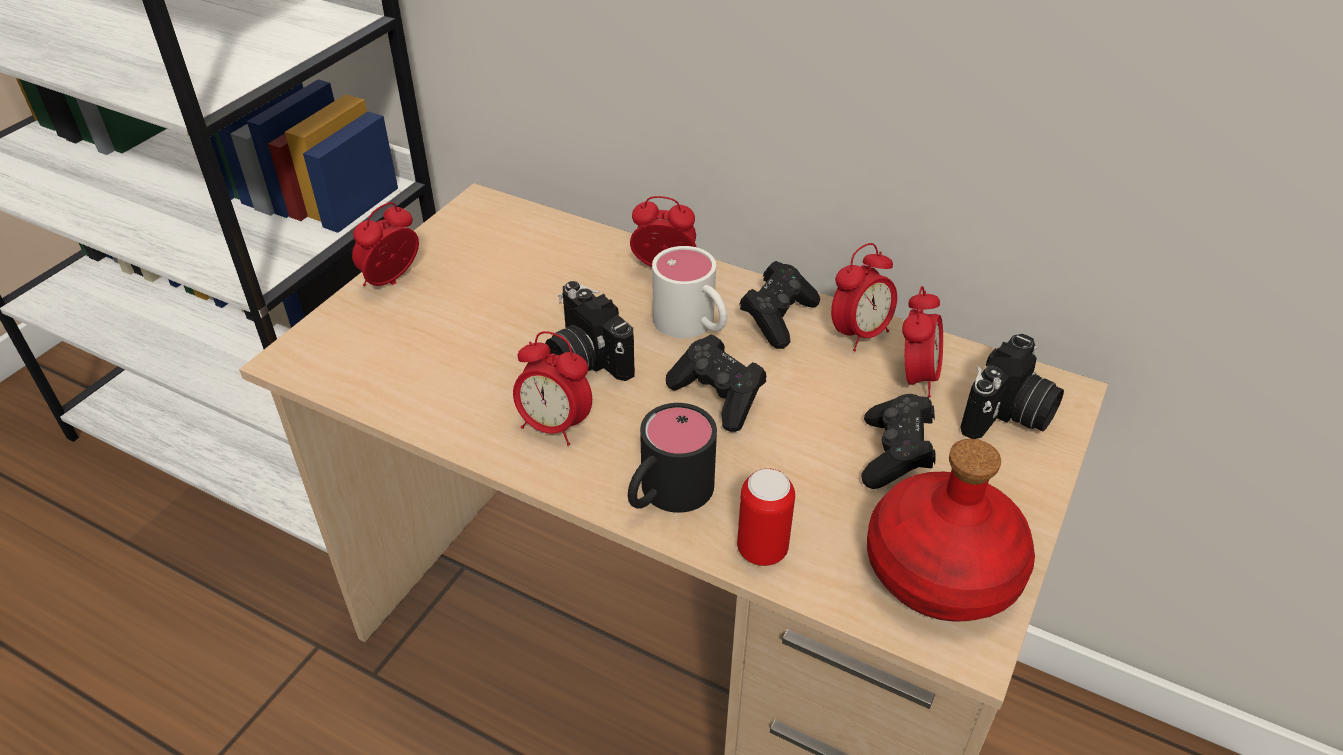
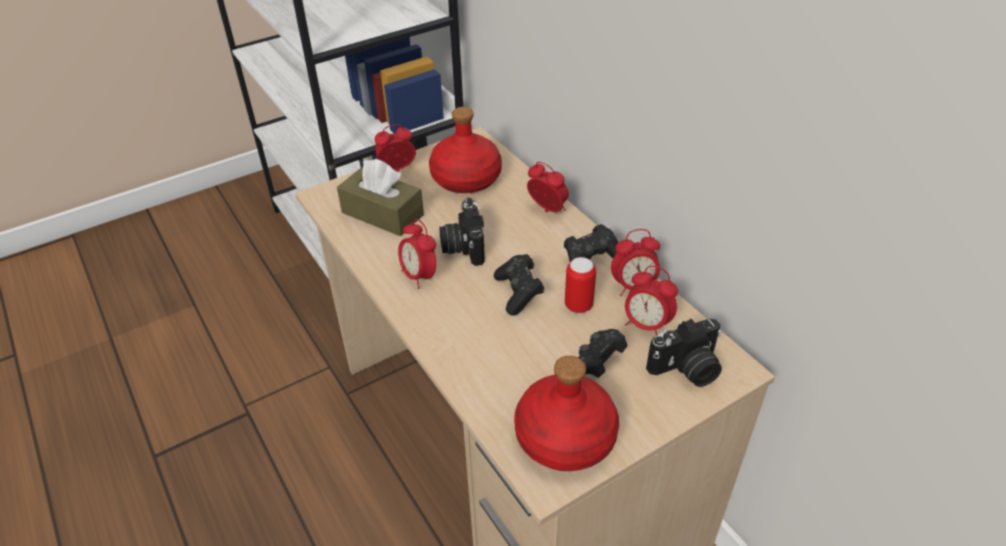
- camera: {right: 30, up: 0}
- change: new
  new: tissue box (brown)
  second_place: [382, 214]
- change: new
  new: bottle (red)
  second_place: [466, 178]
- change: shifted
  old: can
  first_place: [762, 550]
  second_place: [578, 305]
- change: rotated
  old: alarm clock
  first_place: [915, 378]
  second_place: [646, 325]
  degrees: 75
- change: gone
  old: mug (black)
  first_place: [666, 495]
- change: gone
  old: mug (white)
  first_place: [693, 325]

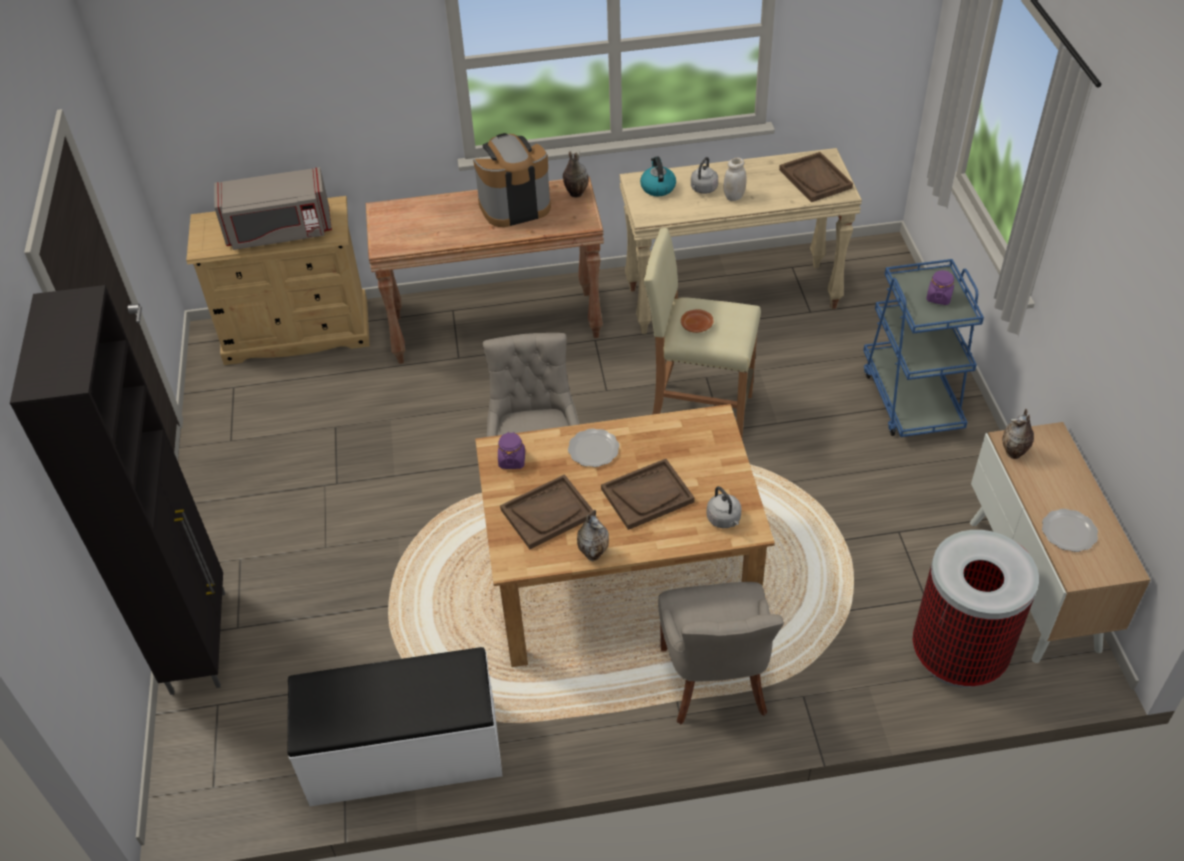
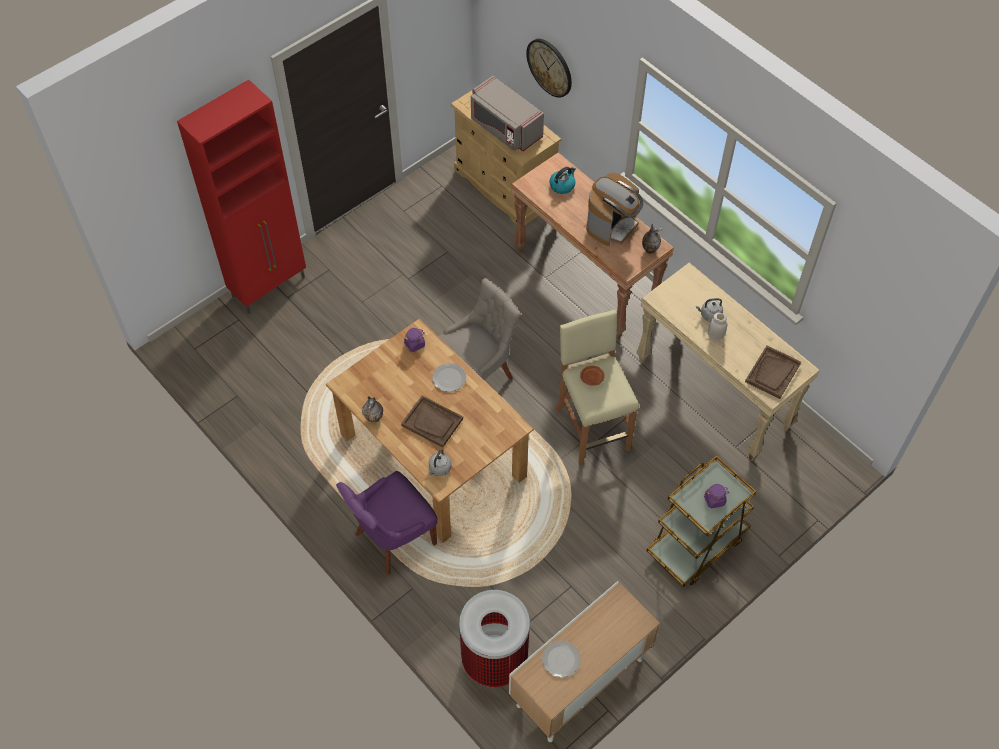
- camera: {right: 55, up: 10}
- change: repainted
  old: cabinet (black)
  new: cabinet (red)
  first_place: [199, 640]
  second_place: [269, 286]
- change: repainted
  old: chair (grey)
  new: chair (purple)
  first_place: [715, 683]
  second_place: [393, 539]
- change: new
  new: wall clock
  second_place: [550, 67]
- change: shifted
  old: kettle
  first_place: [657, 187]
  second_place: [562, 185]
- change: rotated
  old: coffee machine
  first_place: [514, 206]
  second_place: [612, 225]
  degrees: 90
- change: repainted
  old: cart (blue)
  new: cart (brown)
  first_place: [911, 398]
  second_place: [696, 544]
- change: gone
  old: bench (white)
  first_place: [404, 754]
- change: gone
  old: tray (brown)
  first_place: [547, 513]
- change: gone
  old: vase
  first_place: [1014, 453]

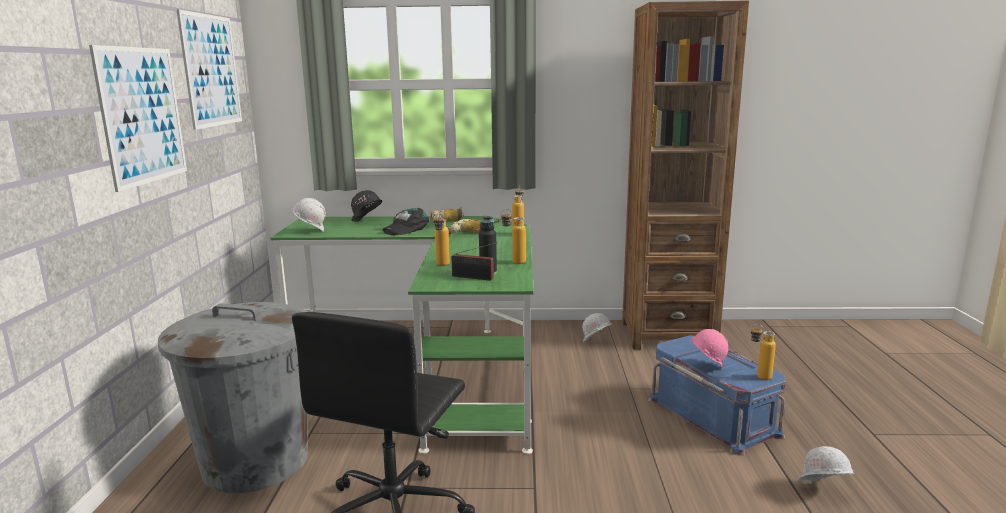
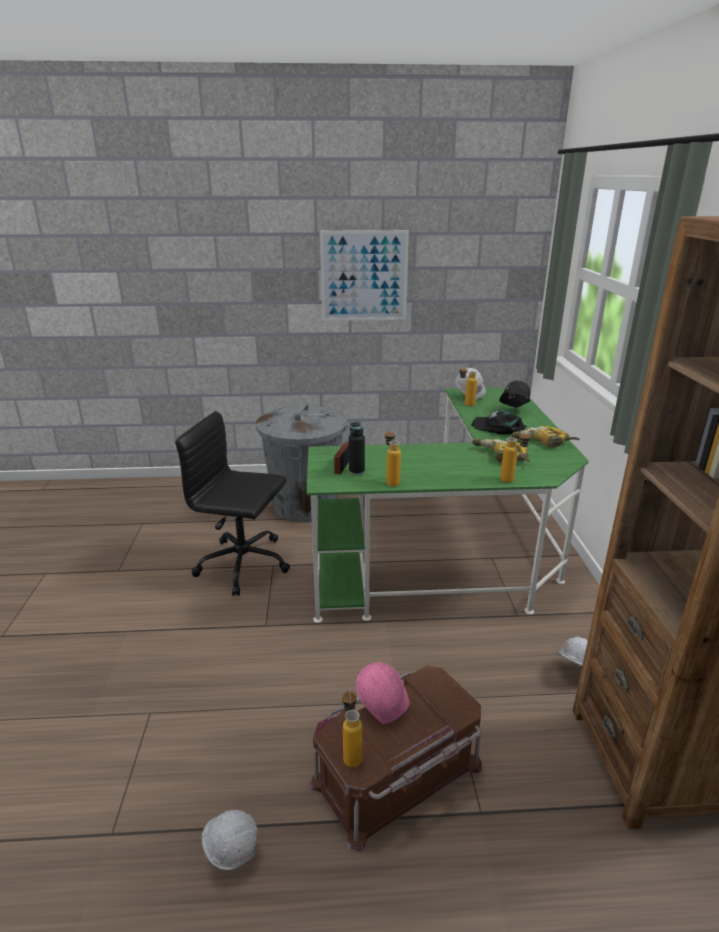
- camera: {right: 85, up: 10}
- change: repainted
  old: storage box (blue)
  new: storage box (brown)
  first_place: [714, 415]
  second_place: [398, 776]
- change: shifted
  old: bottle
  first_place: [441, 265]
  second_place: [465, 404]
- change: gone
  old: picture
  first_place: [211, 70]

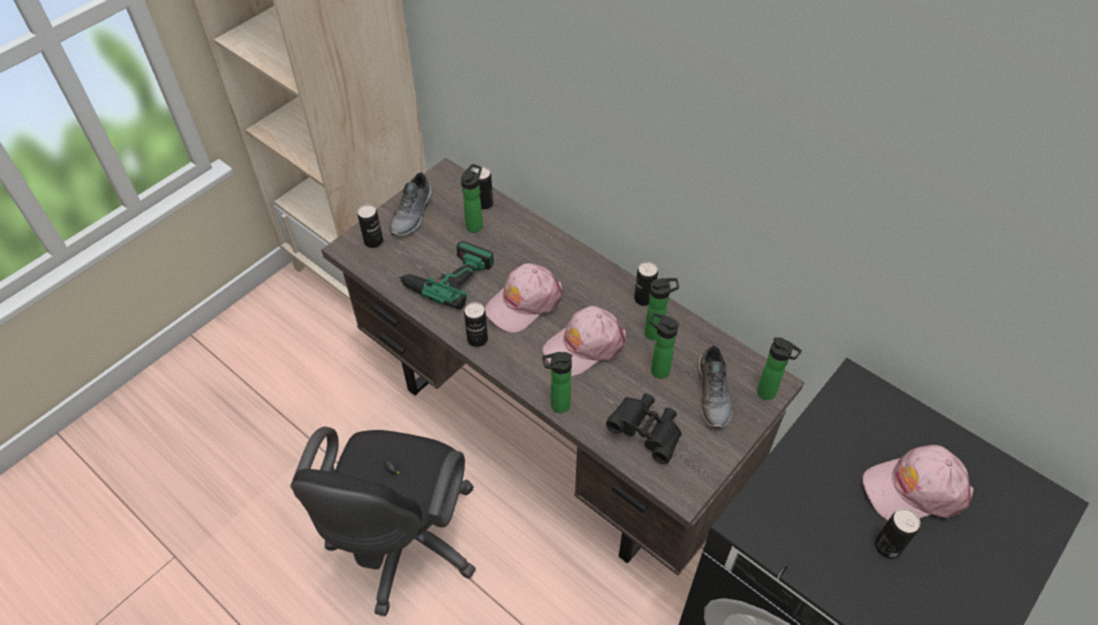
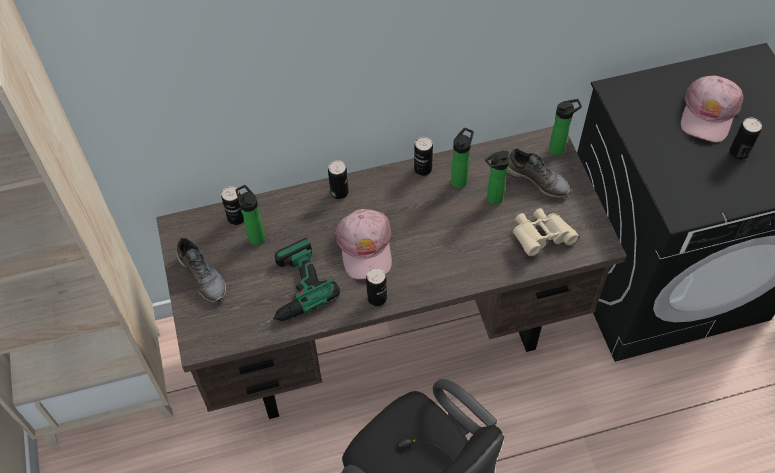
- camera: {right: -55, up: 5}
- change: shifted
  old: can
  first_place: [373, 241]
  second_place: [339, 192]
- change: repainted
  old: binoculars (black)
  new: binoculars (beige)
  first_place: [646, 432]
  second_place: [540, 237]
- change: gone
  old: cap (pink)
  first_place: [584, 346]
- change: gone
  old: bottle
  first_place: [557, 405]

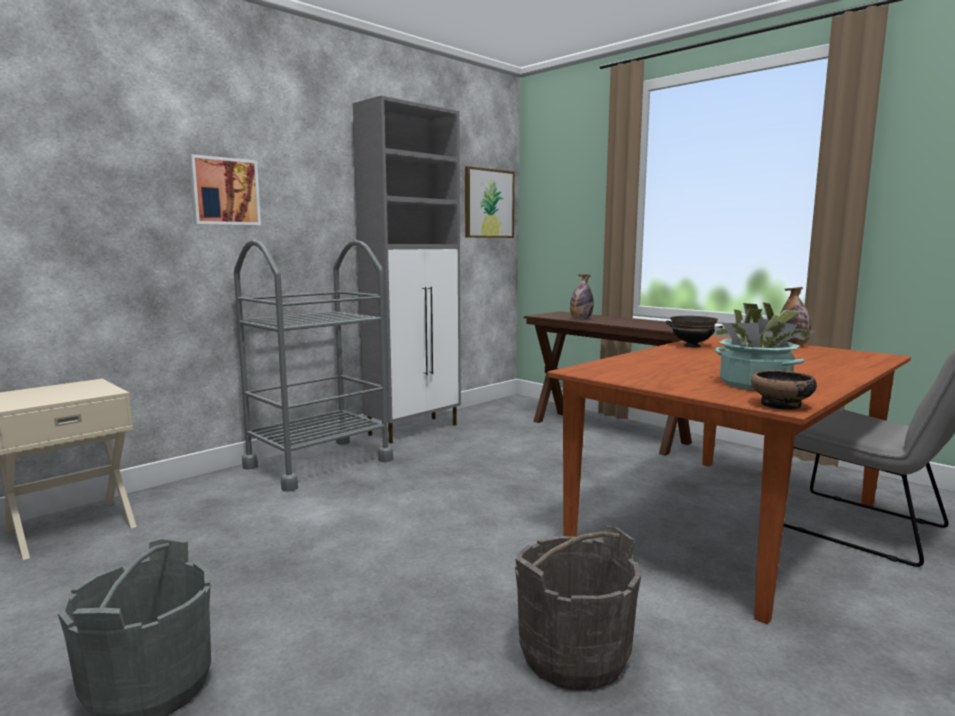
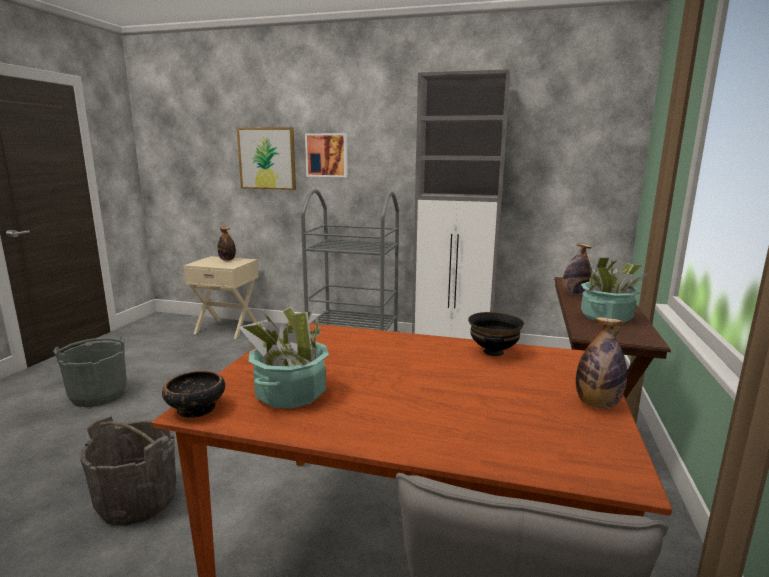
- camera: {right: 60, up: 5}
- change: new
  new: bottle
  second_place: [227, 260]
- change: shifted
  old: picture
  first_place: [488, 203]
  second_place: [267, 158]
- change: new
  new: potted plant
  second_place: [606, 317]

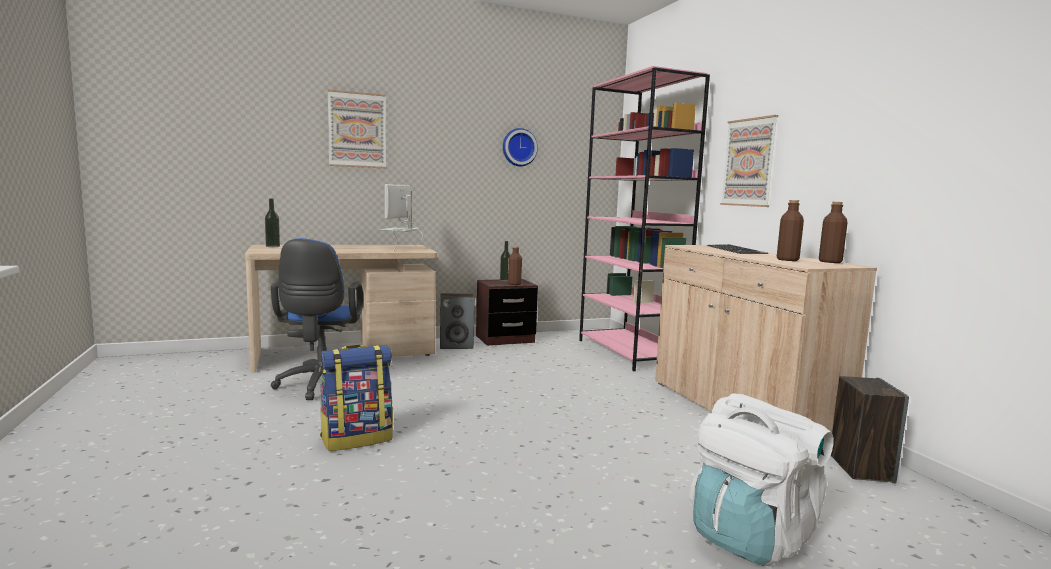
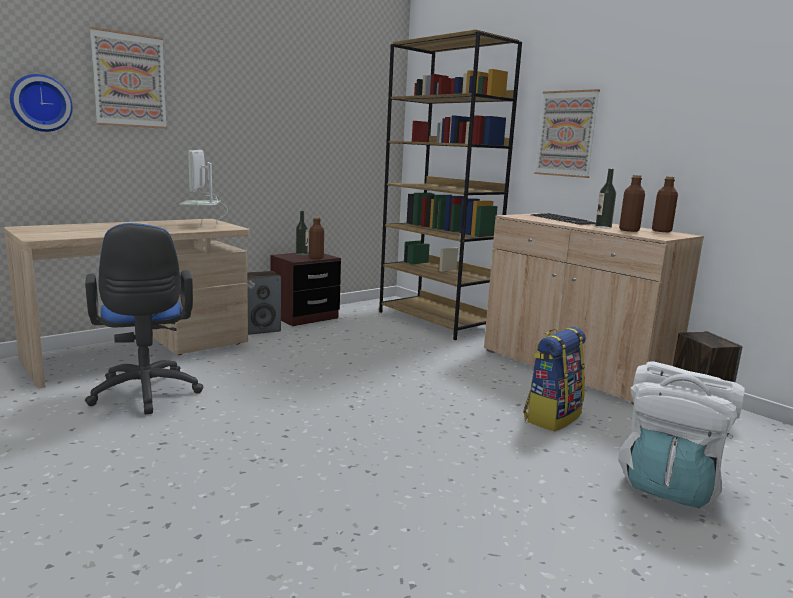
- camera: {right: -20, up: 5}
- change: shifted
  old: wall clock
  first_place: [519, 147]
  second_place: [40, 103]
- change: repainted
  old: bookcase (pink)
  new: bookcase (brown)
  first_place: [629, 352]
  second_place: [436, 321]
- change: shifted
  old: backpack
  first_place: [357, 438]
  second_place: [551, 417]
- change: shifted
  old: bottle
  first_place: [272, 246]
  second_place: [603, 227]

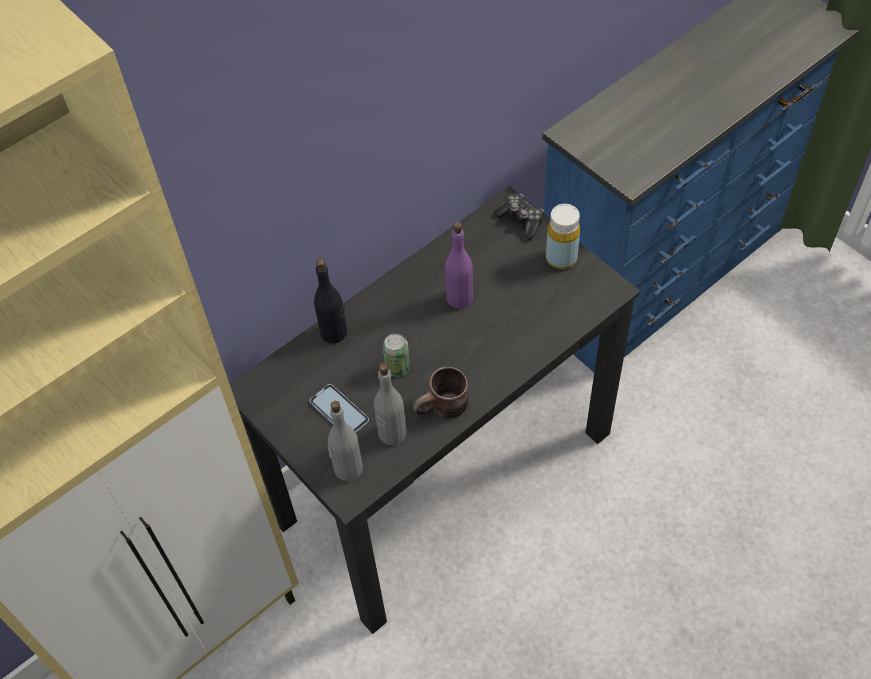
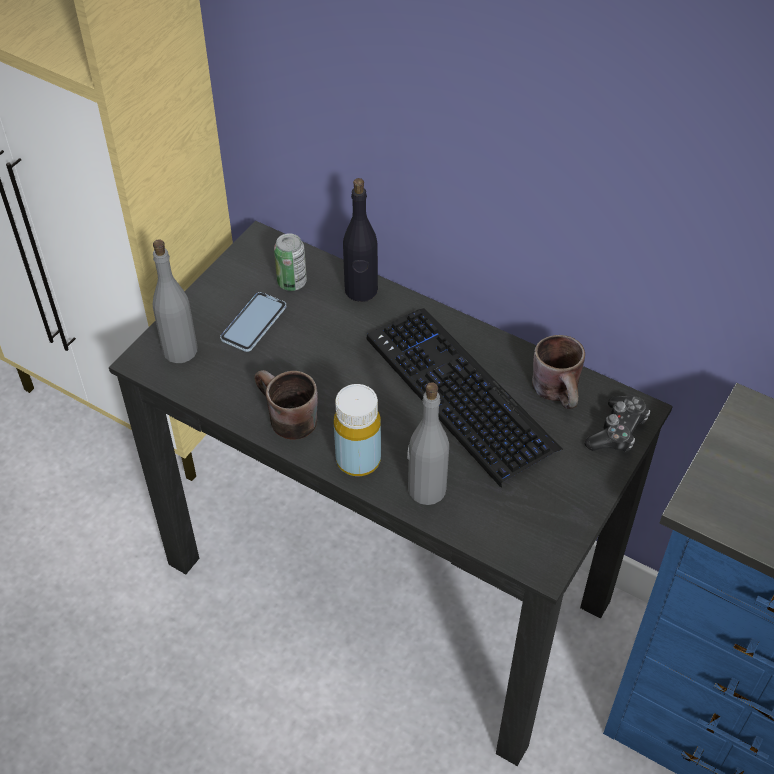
- camera: {right: 70, up: -5}
- change: shifted
  old: can
  first_place: [397, 367]
  second_place: [292, 282]
- change: shifted
  old: bottle (yellow)
  first_place: [561, 258]
  second_place: [358, 460]
- change: swapped
  old: bottle (purple)
  new: keyboard
  first_place: [459, 297]
  second_place: [459, 394]
- change: shifted
  old: bottle (grey)
  first_place: [392, 433]
  second_place: [426, 489]
- change: new
  new: mug (brown)
  second_place: [561, 392]

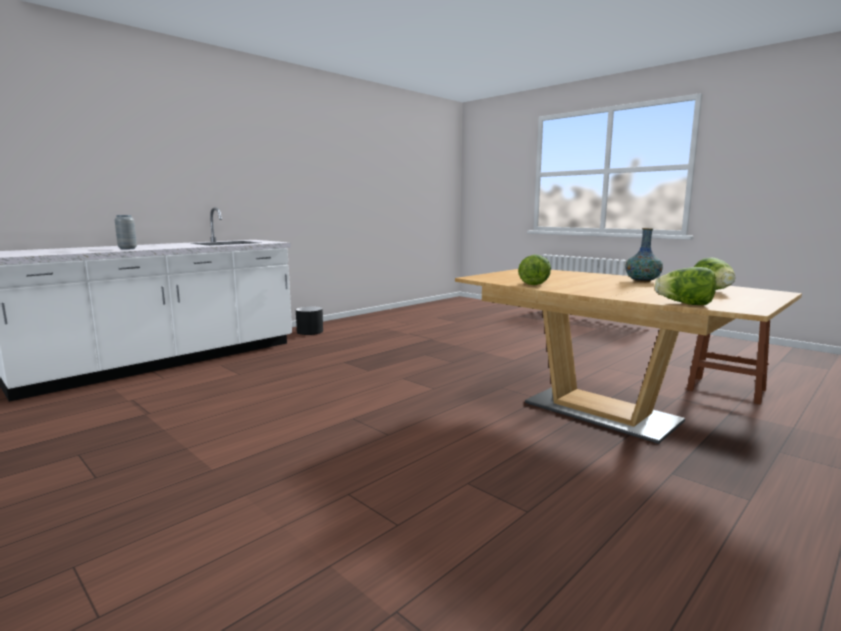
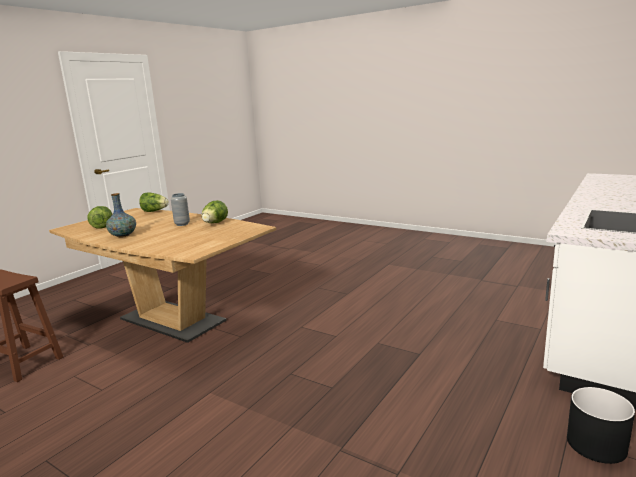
- camera: {right: 170, up: 5}
- change: shifted
  old: vase (grey)
  first_place: [127, 249]
  second_place: [182, 224]

